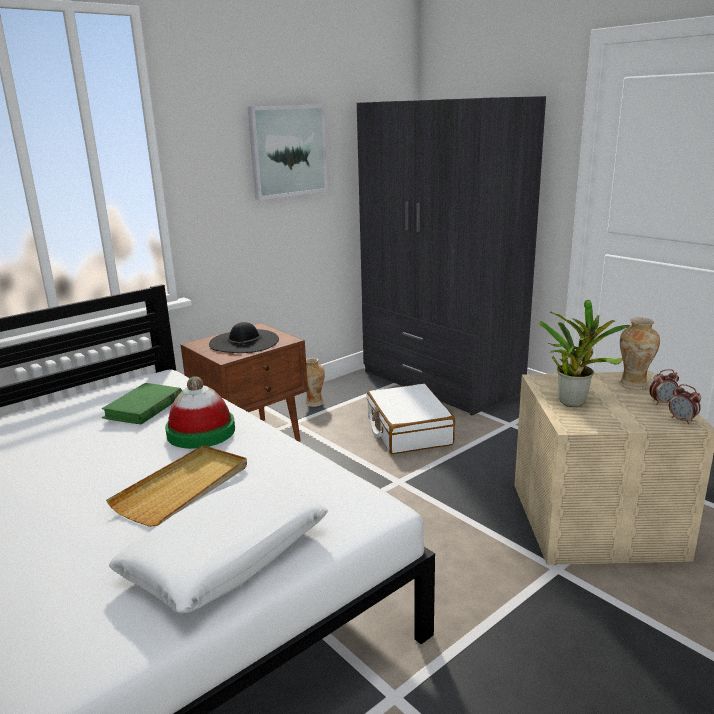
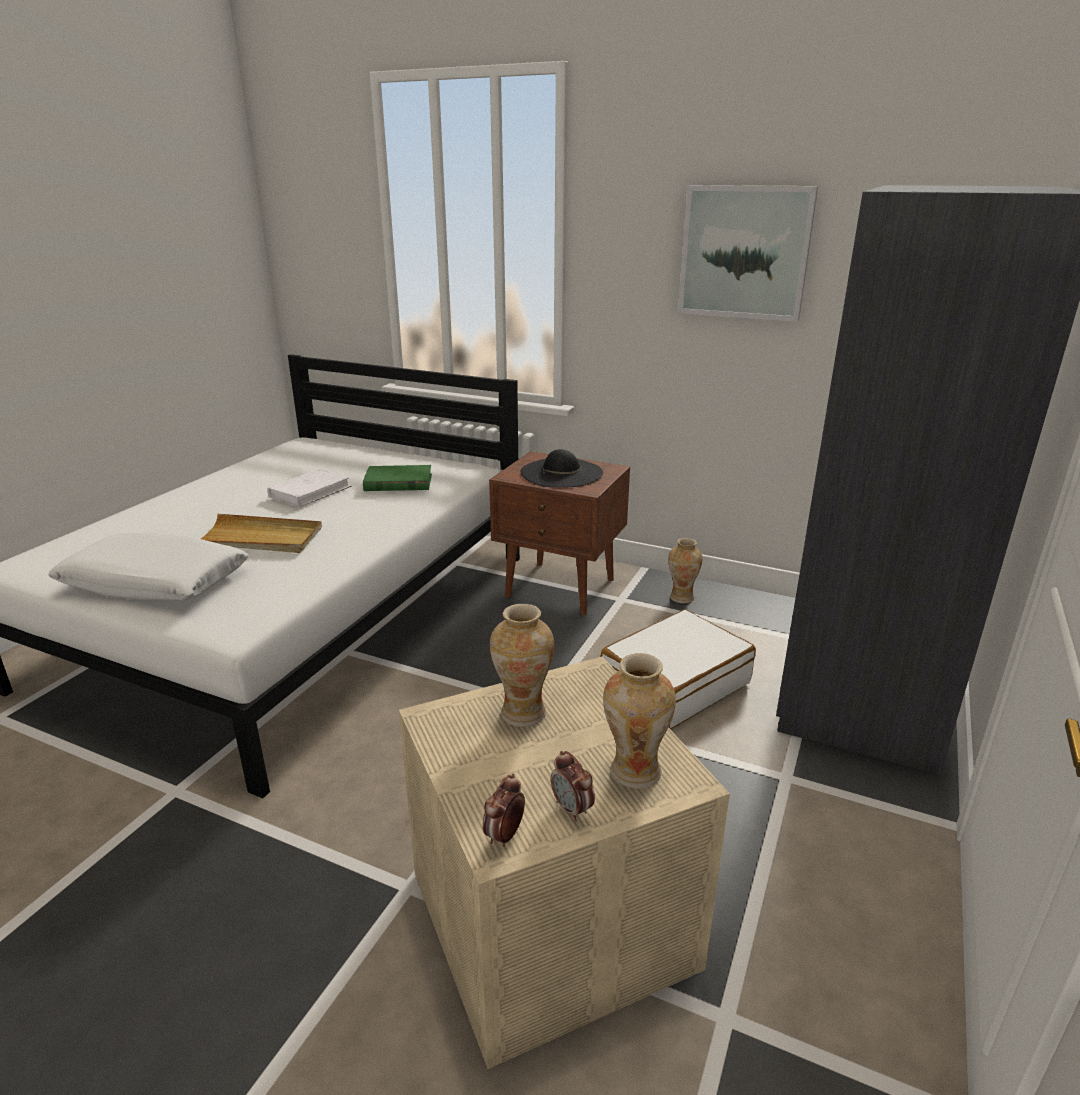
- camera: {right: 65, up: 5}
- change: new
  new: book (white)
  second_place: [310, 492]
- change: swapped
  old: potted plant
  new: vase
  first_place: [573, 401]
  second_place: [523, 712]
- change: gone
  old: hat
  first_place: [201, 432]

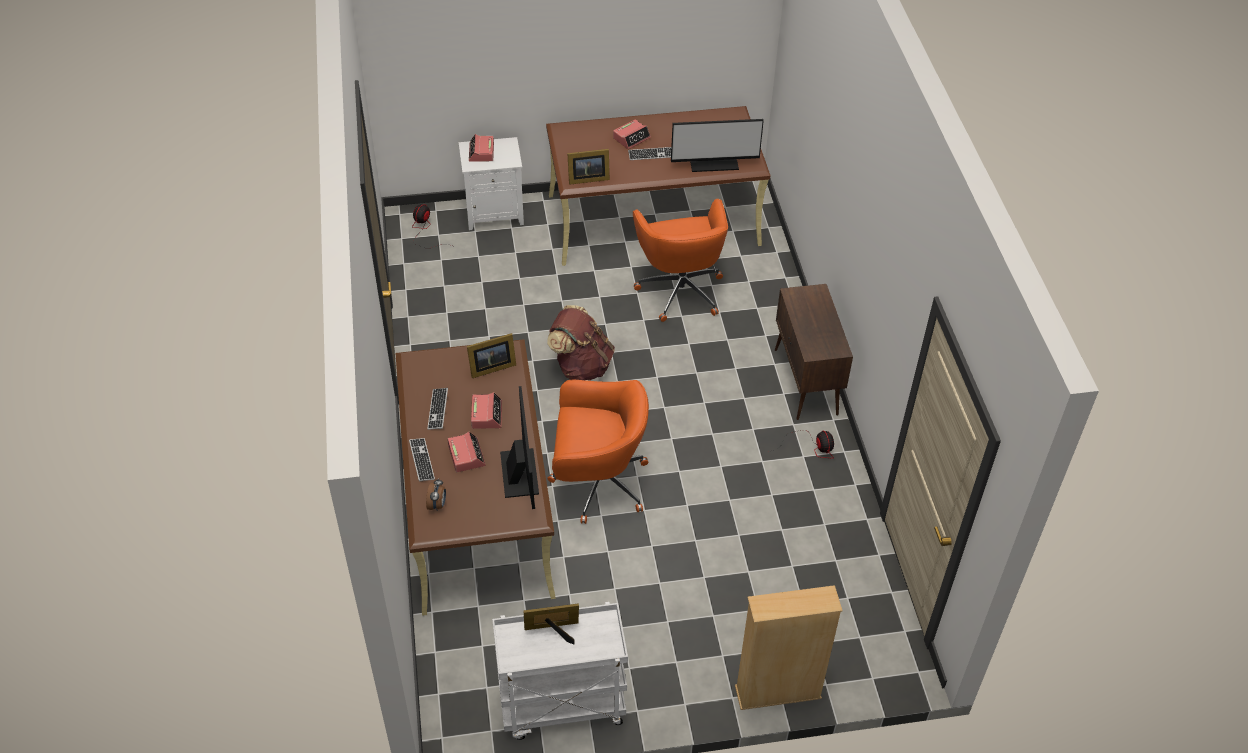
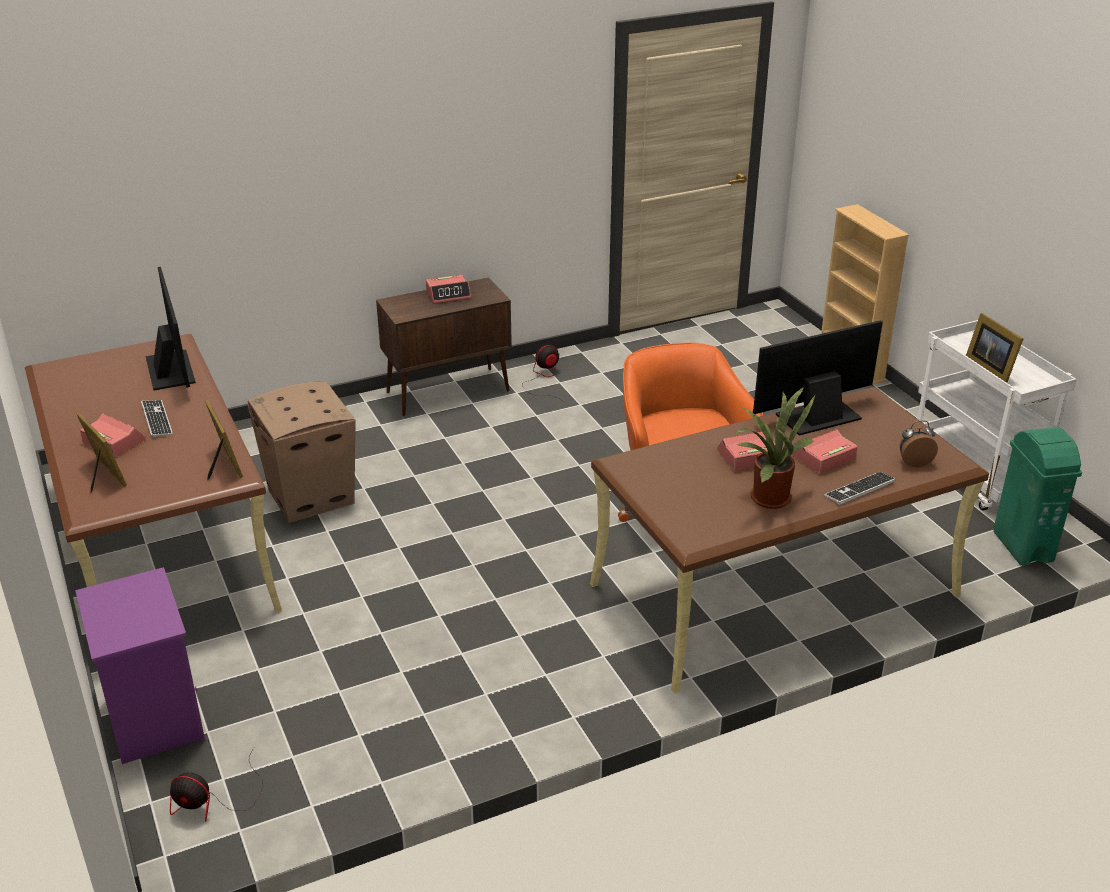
- camera: {right: -105, up: -15}
- change: repainted
  old: nightstand (white)
  new: nightstand (purple)
  first_place: [495, 212]
  second_place: [152, 718]
- change: shifted
  old: picture frame
  first_place: [490, 367]
  second_place: [103, 475]
- change: swapped
  old: office chair (orange)
  new: cardboard box
  first_place: [680, 289]
  second_place: [311, 496]
- change: shifted
  old: alarm clock
  first_place: [481, 152]
  second_place: [448, 294]
- change: swapped
  old: keyboard
  new: potted plant
  first_place: [437, 409]
  second_place: [767, 496]
- change: new
  new: trash can (green)
  second_place: [1022, 546]
- change: gone
  old: backpack (brown)
  first_place: [581, 366]

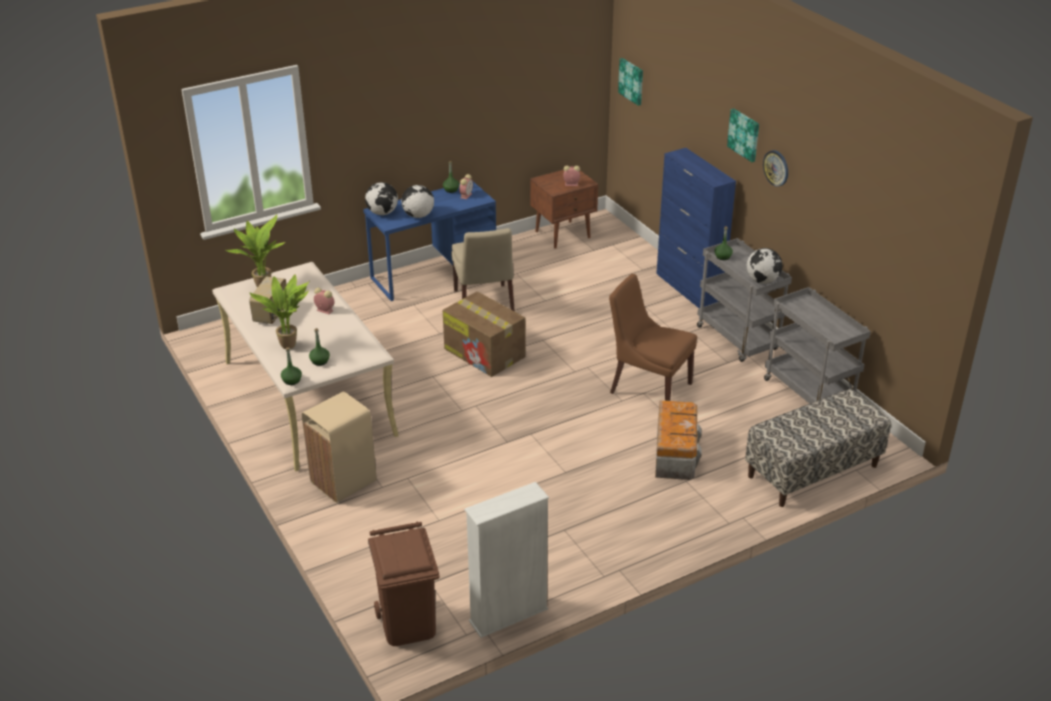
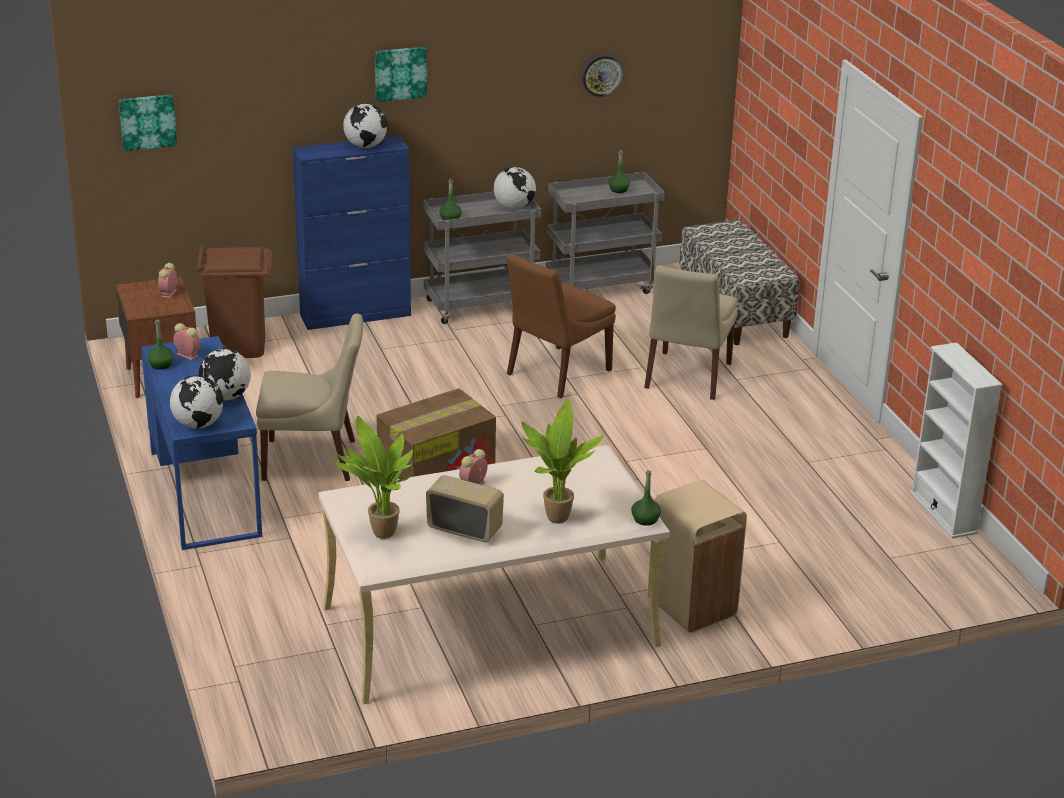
- camera: {right: -80, up: -5}
- change: shifted
  old: trash can (brown)
  first_place: [408, 624]
  second_place: [239, 346]
- change: new
  new: globe
  second_place: [365, 146]
- change: shifted
  old: wall clock
  first_place: [776, 168]
  second_place: [601, 75]
- change: shifted
  old: bottle (green)
  first_place: [320, 361]
  second_place: [619, 189]
- change: swapped
  old: storage box
  new: chair (beige)
  first_place: [675, 453]
  second_place: [687, 377]

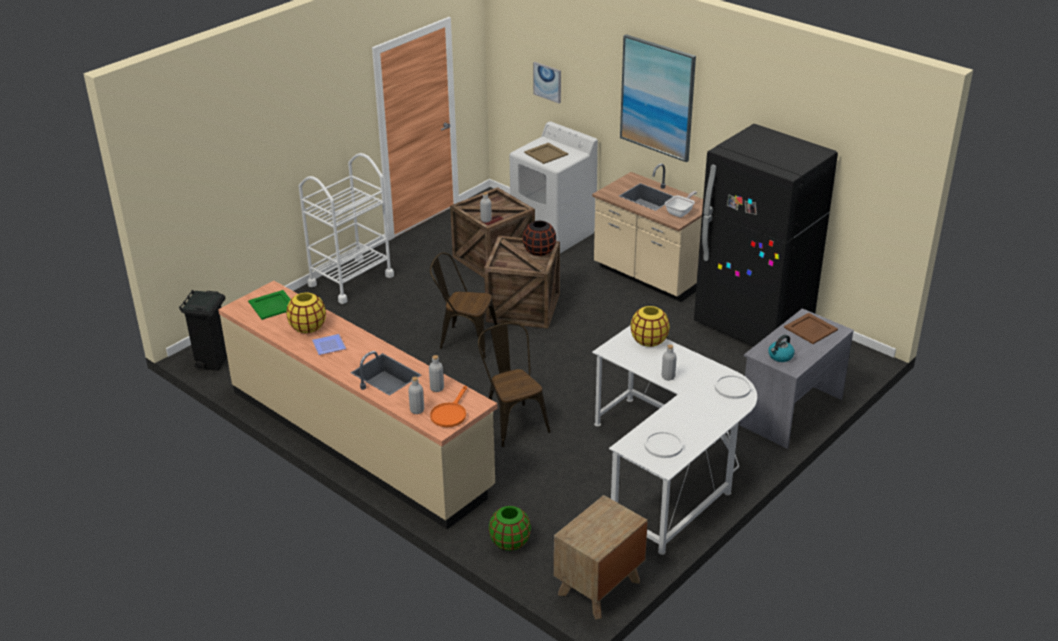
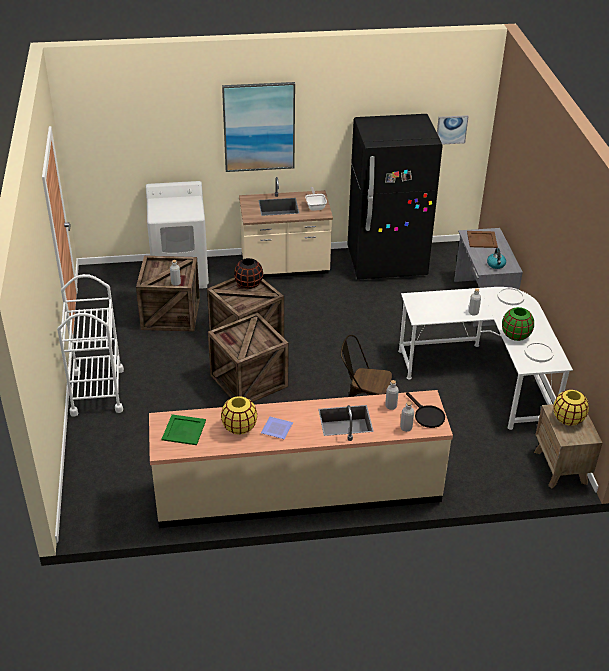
- camera: {right: -50, up: 5}
- change: swapped
  old: chair (brown)
  new: crate
  first_place: [464, 340]
  second_place: [247, 380]
- change: repainted
  old: frying pan (orange)
  new: frying pan (black)
  first_place: [450, 414]
  second_place: [426, 415]
- change: shifted
  old: picture
  first_place: [547, 82]
  second_place: [451, 129]
- change: shifted
  old: vase (green)
  first_place: [510, 542]
  second_place: [515, 335]
- change: shifted
  old: vase (yellow)
  first_place: [649, 341]
  second_place: [568, 419]
- change: gone
  old: trash can (black)
  first_place: [213, 362]
- change: gone
  old: tray (beige)
  first_place: [546, 153]

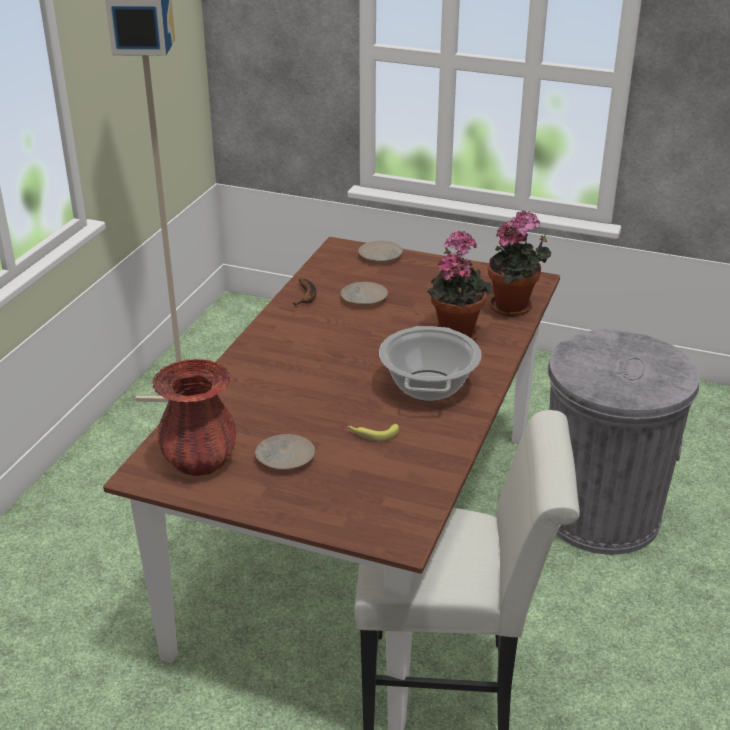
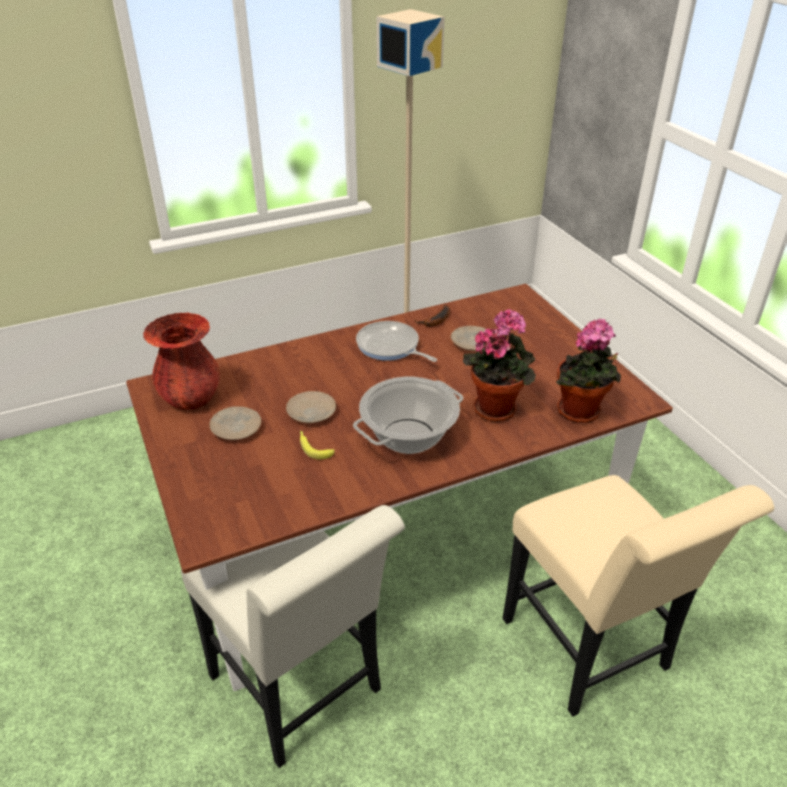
- camera: {right: 45, up: 5}
- change: shifted
  old: plate (beige)
  first_place: [381, 257]
  second_place: [311, 413]
- change: new
  new: frying pan
  second_place: [390, 347]
- change: swapped
  old: trash can (grey)
  new: chair (beige)
  first_place: [601, 515]
  second_place: [592, 653]

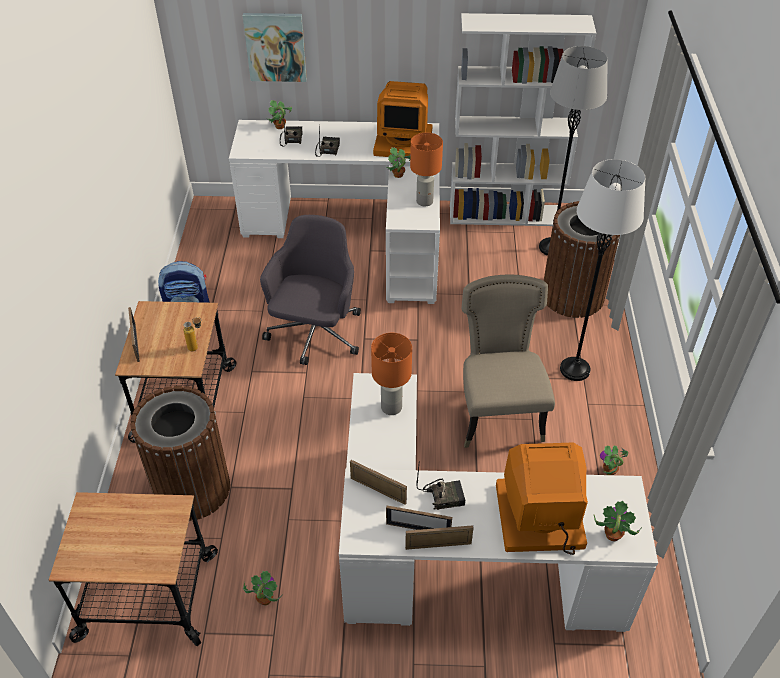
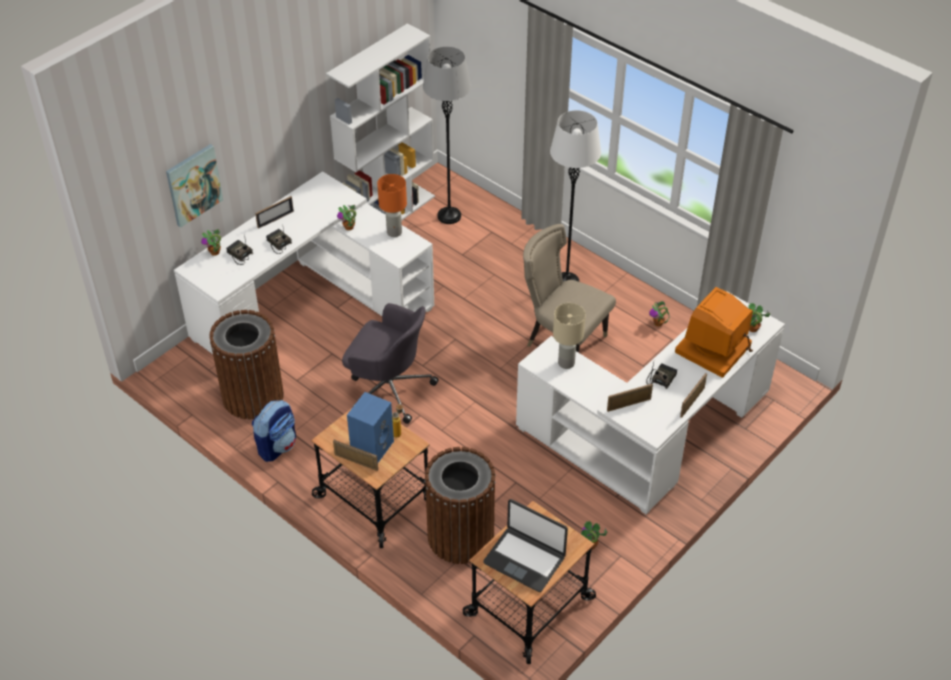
- camera: {right: -50, up: 0}
- change: shifted
  old: trash can (brown)
  first_place: [572, 296]
  second_place: [253, 396]
- change: shifted
  old: picture frame
  first_place: [418, 528]
  second_place: [275, 219]
- change: rotated
  old: office chair (grey)
  first_place: [315, 334]
  second_place: [388, 389]
  degrees: 150
- change: new
  new: speaker (blue)
  second_place: [372, 446]
- change: new
  new: laptop
  second_place: [525, 559]
- change: repainted
  old: table lamp (orange)
  new: table lamp (beige)
  first_place: [390, 407]
  second_place: [566, 363]
- change: gone
  old: monitor
  first_place: [403, 141]

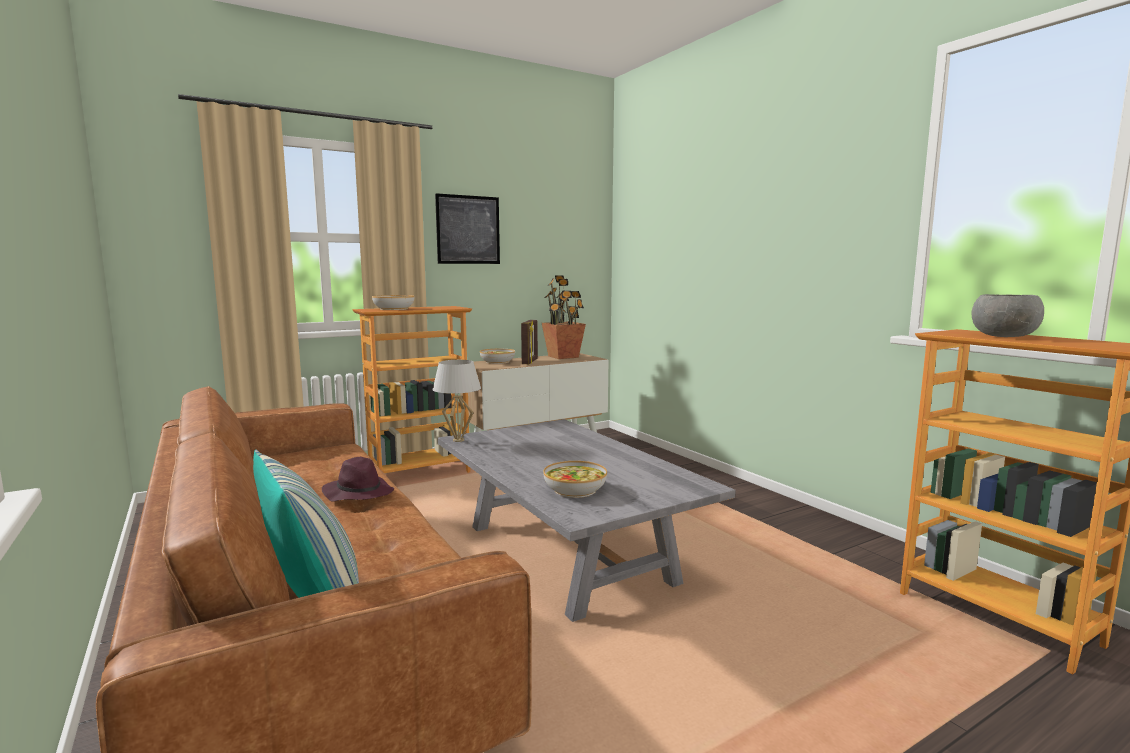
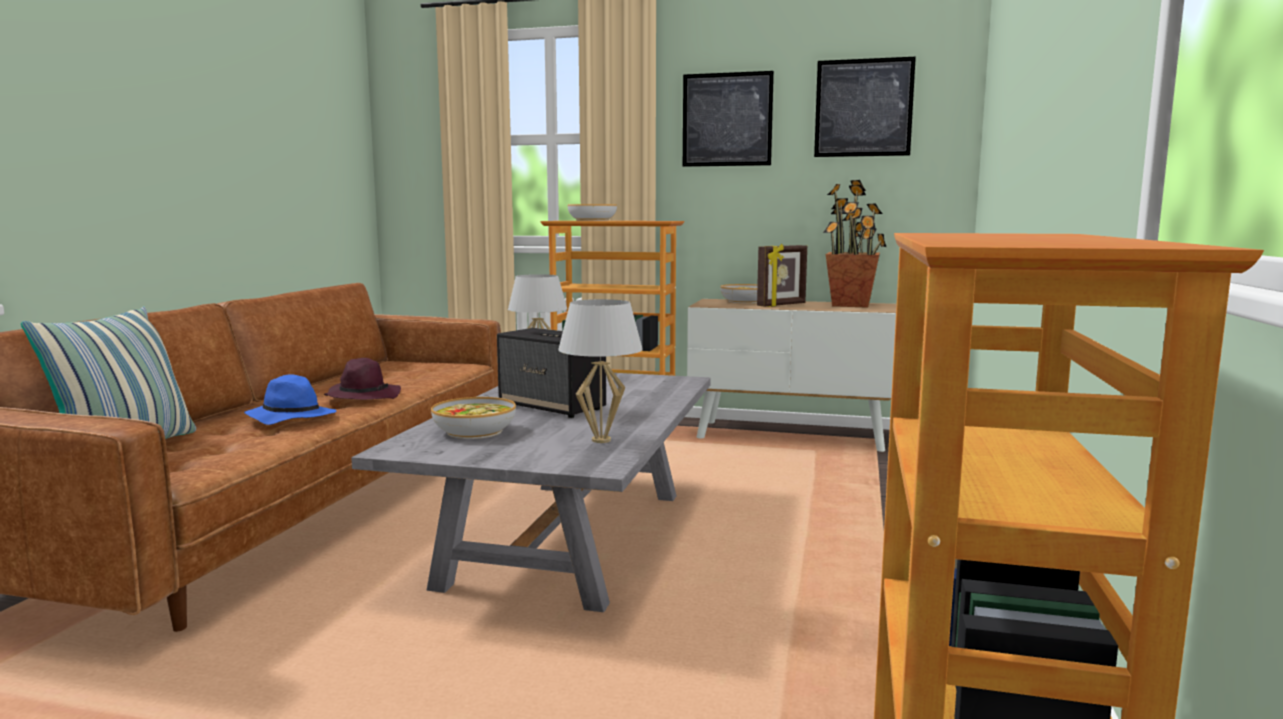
- camera: {right: 45, up: 0}
- change: new
  new: hat (blue)
  second_place: [290, 418]
- change: new
  new: speaker
  second_place: [553, 407]
- change: new
  new: table lamp (white)
  second_place: [600, 440]
- change: new
  new: picture
  second_place: [863, 108]
- change: gone
  old: bowl (grey)
  first_place: [1004, 336]

